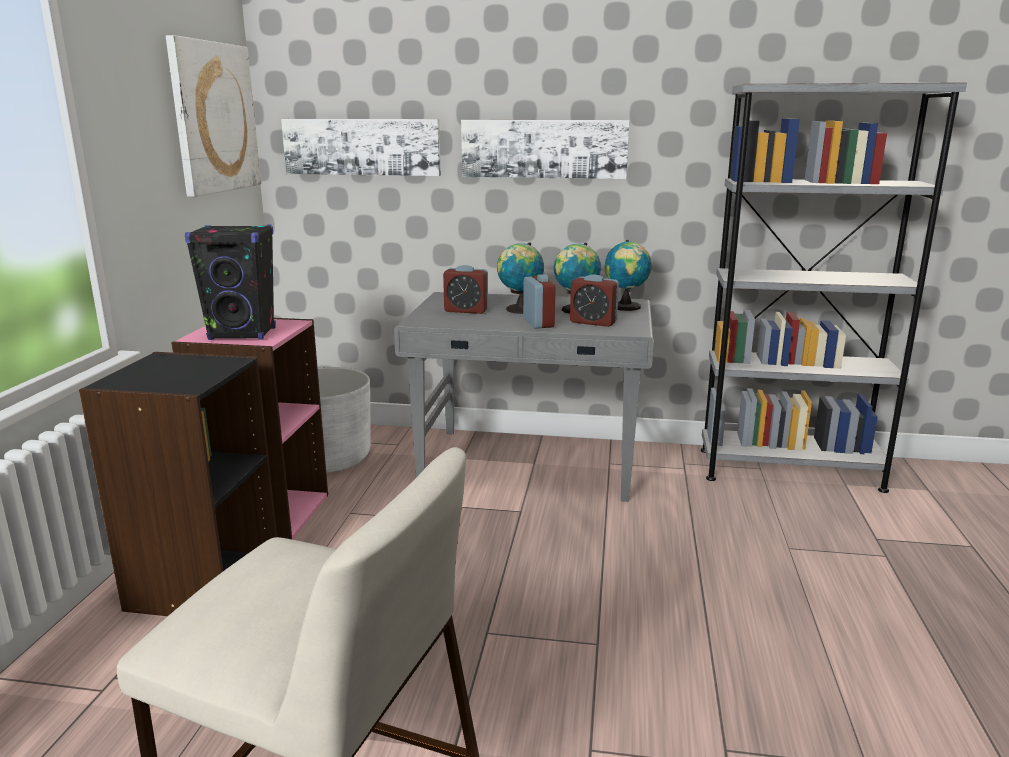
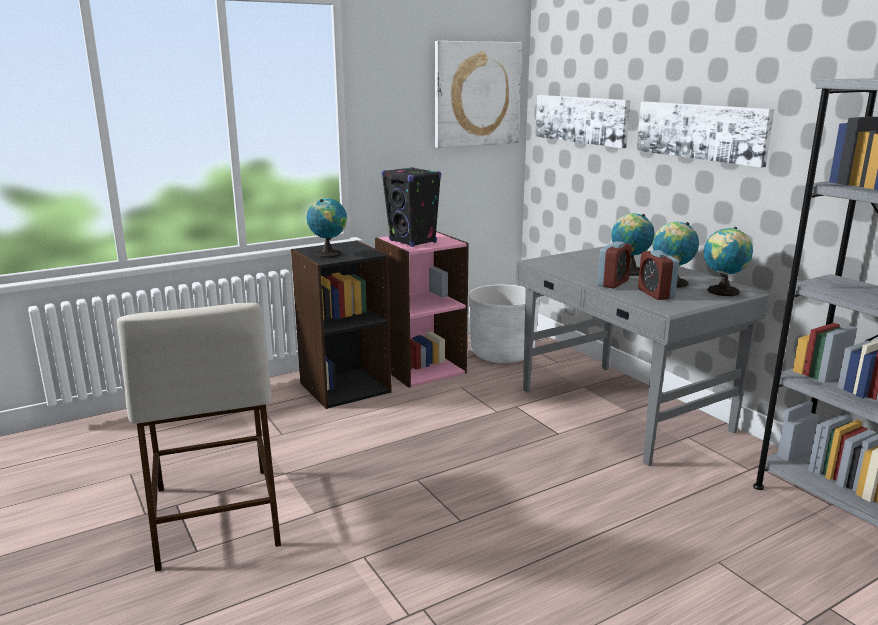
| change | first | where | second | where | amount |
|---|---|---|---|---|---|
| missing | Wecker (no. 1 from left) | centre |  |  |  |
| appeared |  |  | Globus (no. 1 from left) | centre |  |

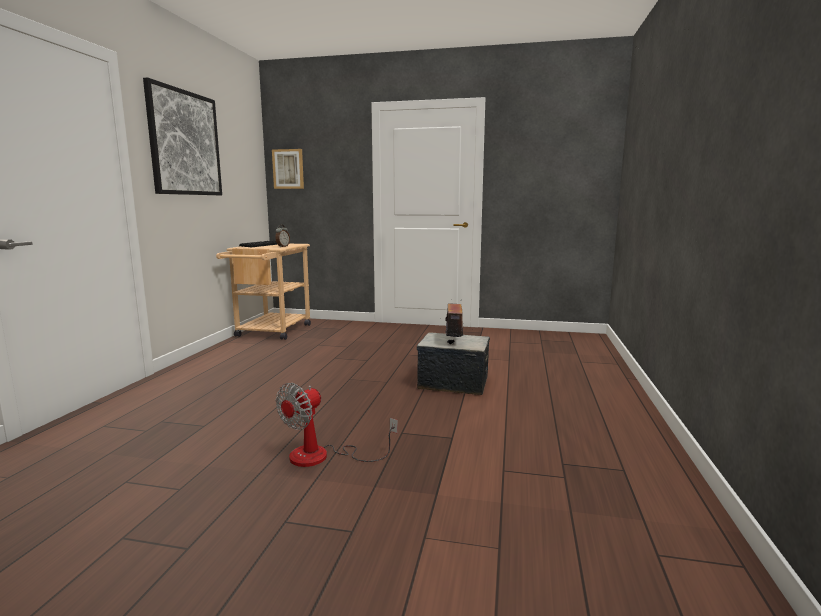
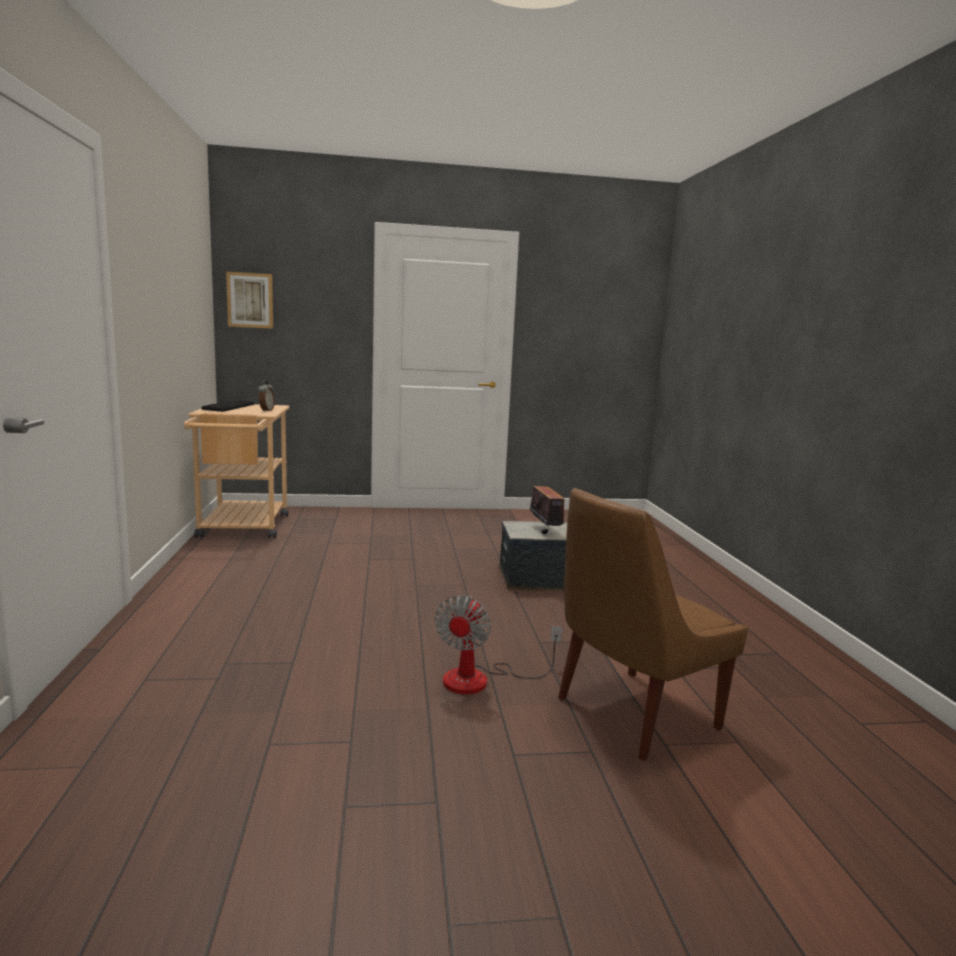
| change | first | where | second | where | amount |
|---|---|---|---|---|---|
| missing | Bild (no. 1 from left) | top left |  |  |  |
| appeared |  |  | Stuhl (braun) | middle right |  |

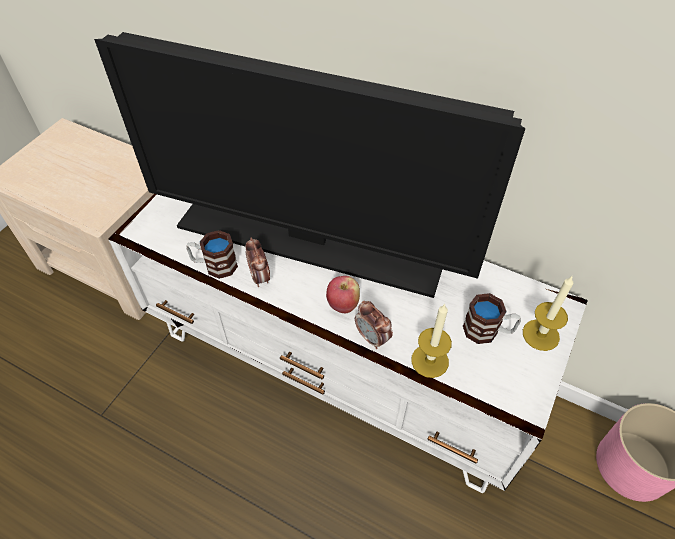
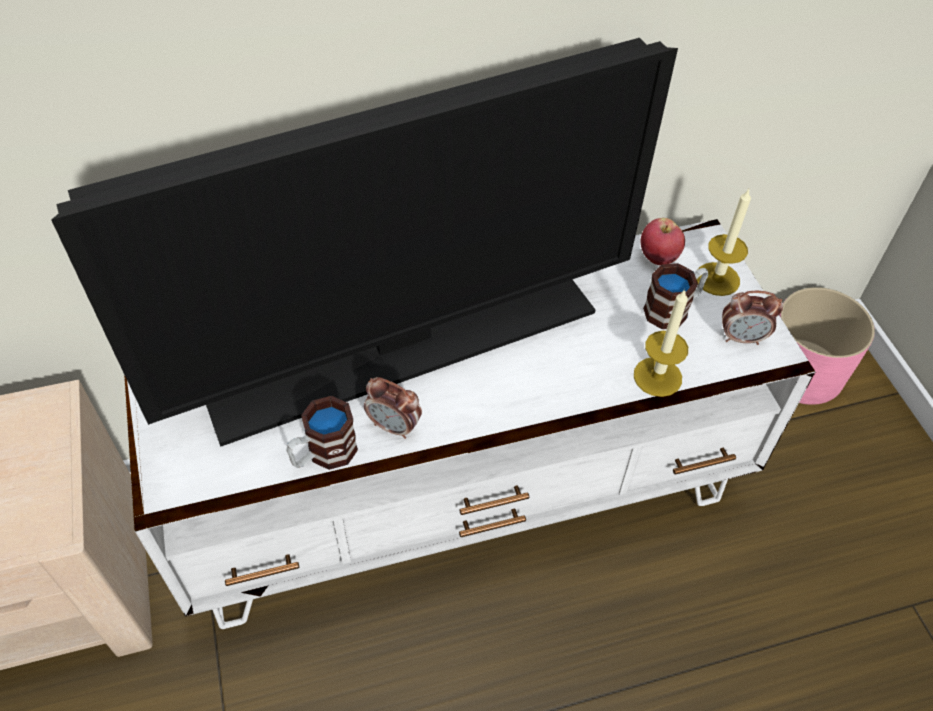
| change | first | where | second | where | amount |
|---|---|---|---|---|---|
| relocated | Apfel | centre |  | middle right |  |
| relocated | Wecker (no. 2 from left) | centre |  | middle right |  |

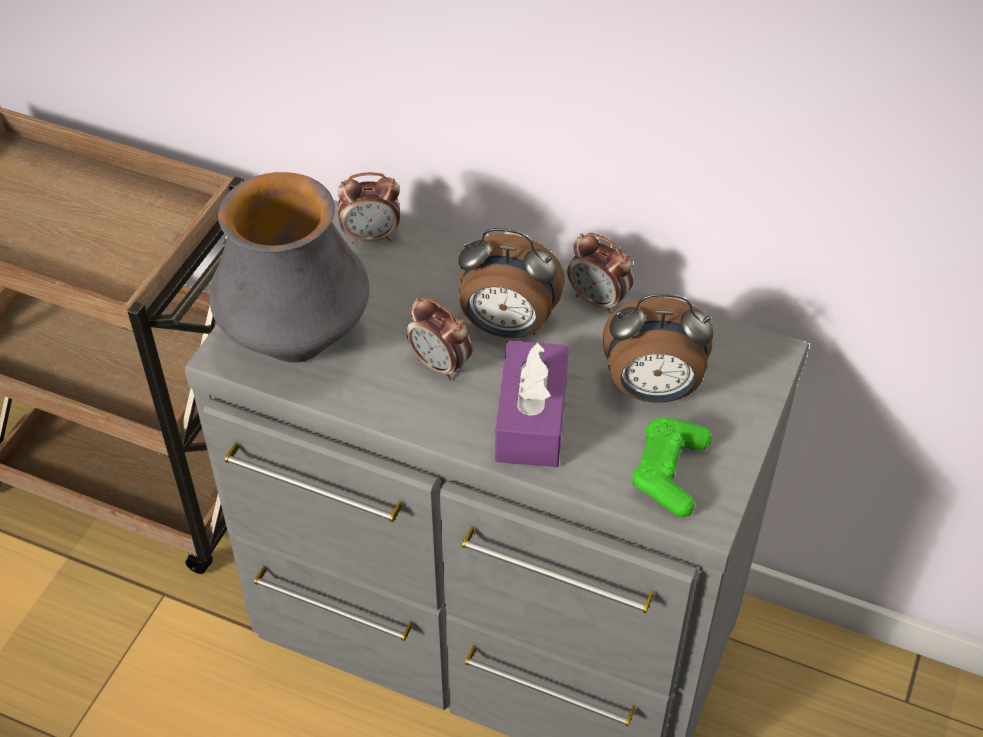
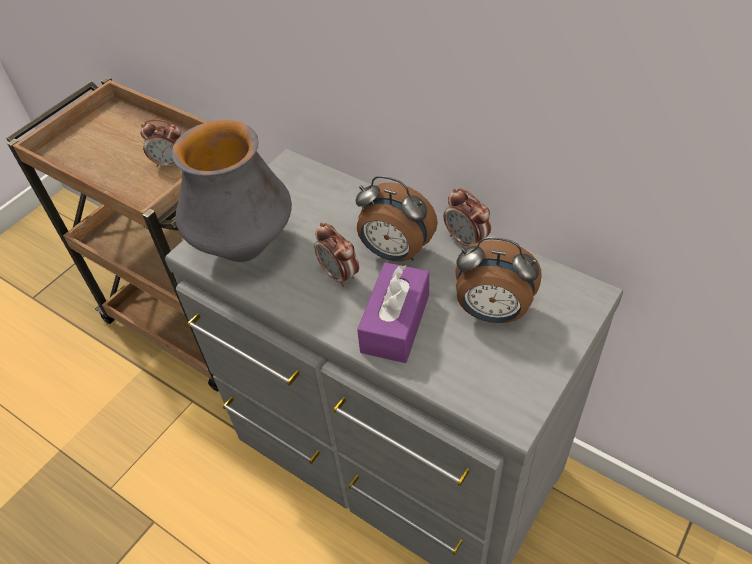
| change | first | where | second | where | amount |
|---|---|---|---|---|---|
| relocated | Wecker (no. 1 from left) | top centre |  | top left |  |
| missing | Gamepad (grün) | middle right |  |  |  |

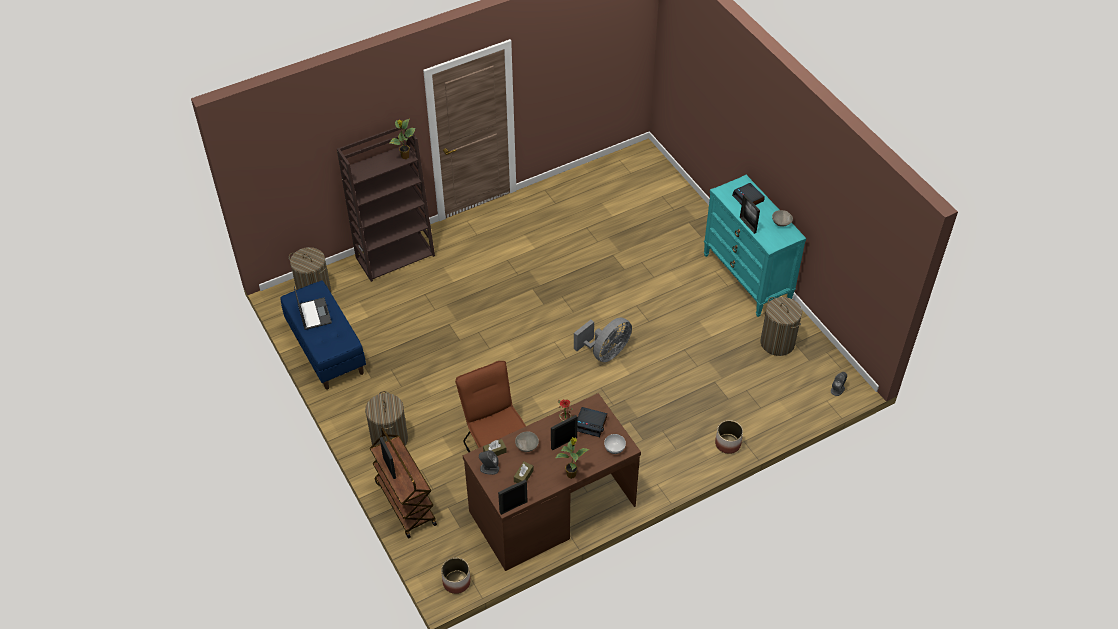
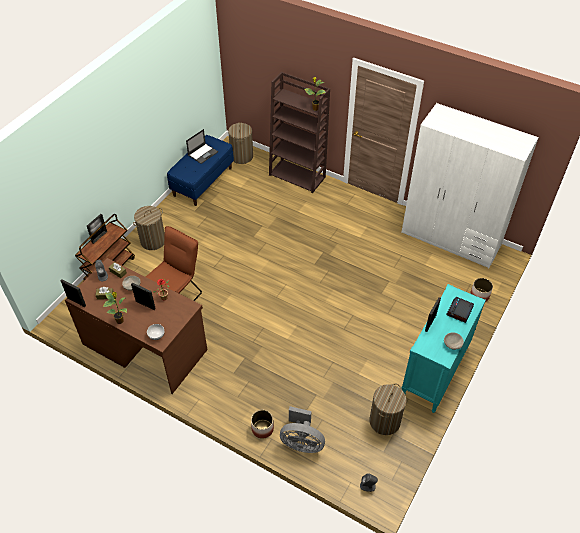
| change | first | where | second | where | amount |
|---|---|---|---|---|---|
| relocated | Ventilator (grau) | centre |  | bottom centre |  |
| missing | Wecker (no. 1 from left) | bottom centre |  |  |  |
| relocated | Pflanzkübel (no. 1 from left in the first image) | bottom centre | Pflanzkübel (no. 2 from left) | middle right |  |
| appeared |  |  | Kleiderschrank (weiß) | middle right |  |

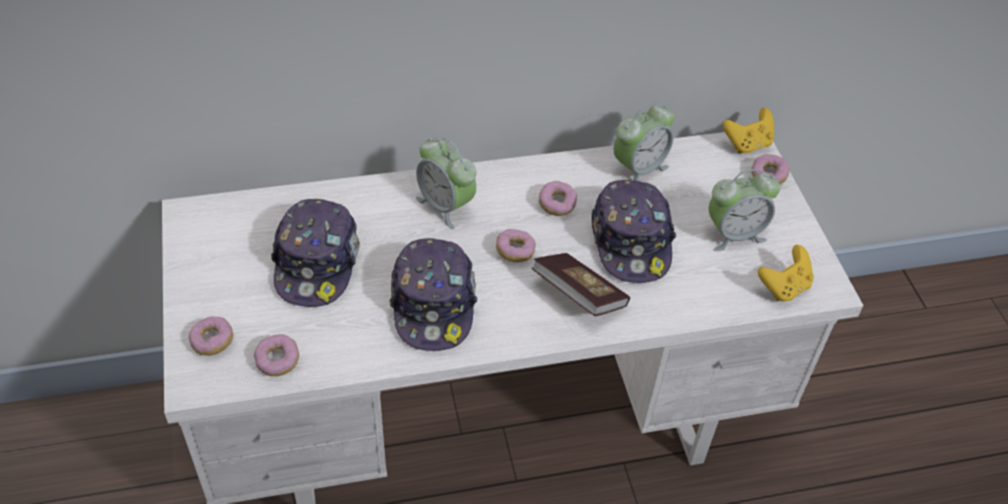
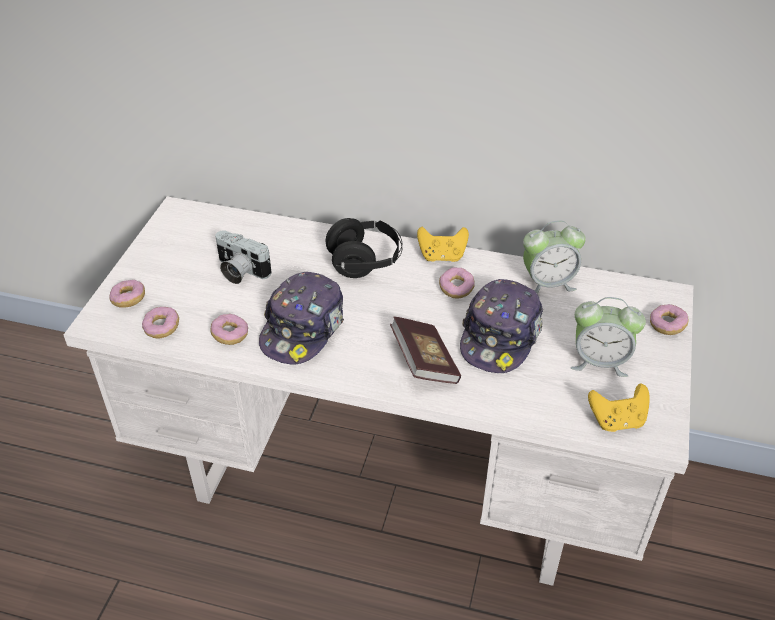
| change | first | where | second | where | amount |
|---|---|---|---|---|---|
| relocated | Gamepad (gelb) (no. 1 from left) | top right |  | centre |  |
| exchanged | Wecker (no. 1 from left) | centre | Kopfhörer (schwarz) | centre |  |
| exchanged | Kappe (no. 1 from left) | middle left | Kamera | middle left |  |
| relocated | Donut (no. 3 from left) | centre |  | middle left |  |

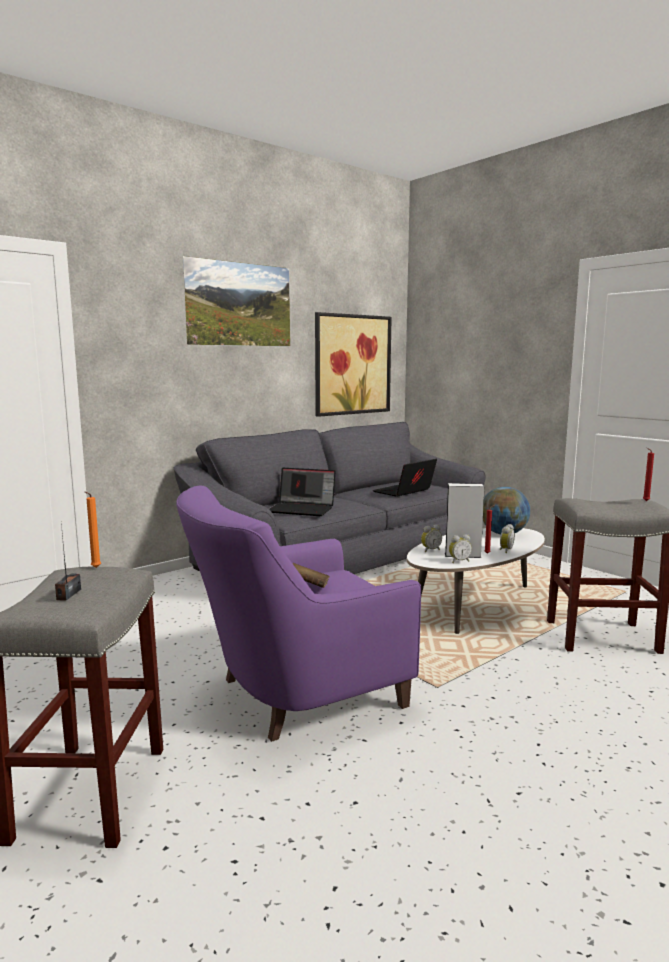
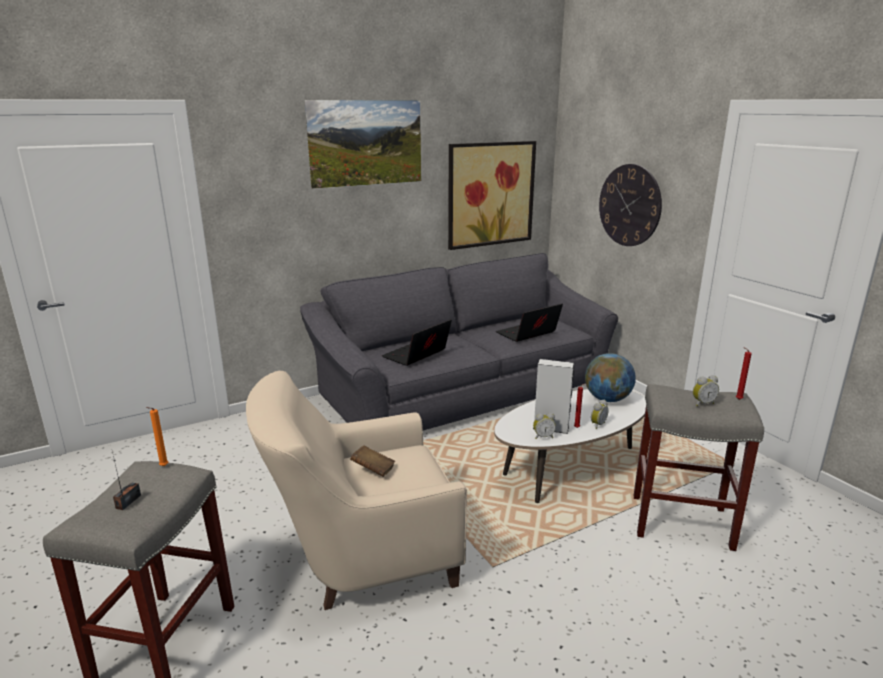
| change | first | where | second | where | amount |
|---|---|---|---|---|---|
| spun | Laptop (no. 1 from left) | centre |  | centre | 105 degrees clockwise |
| colour | Sessel (lila) | centre | Sessel (beige) | bottom centre |  |
| relocated | Wecker (no. 1 from left in the first image) | centre | Wecker (no. 3 from left) | middle right |  |
| appeared |  |  | Wanduhr | top right |  |

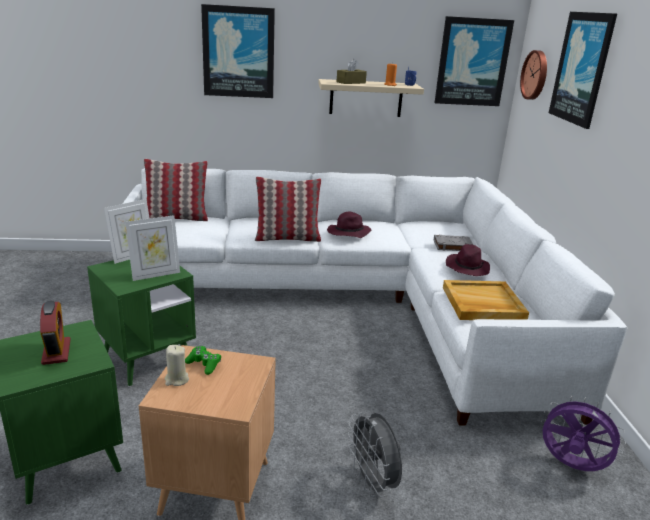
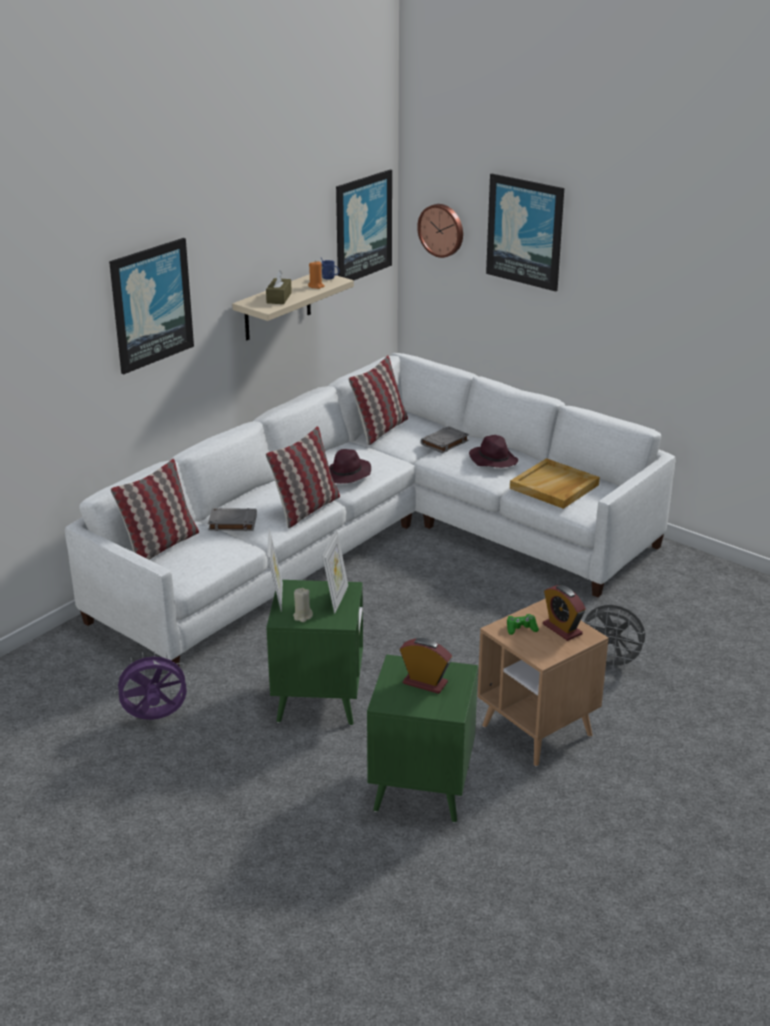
| change | first | where | second | where | amount |
|---|---|---|---|---|---|
| relocated | Kerze (beige) | bottom left |  | centre |  |
| relocated | Ventilator (lila) | bottom right |  | bottom left |  |
| appeared |  |  | Kissen (no. 3 from left) | centre |  |
| appeared |  |  | Buch (grau) (no. 1 from left) | middle left |  |
| appeared |  |  | Wecker (no. 2 from left) | middle right |  |

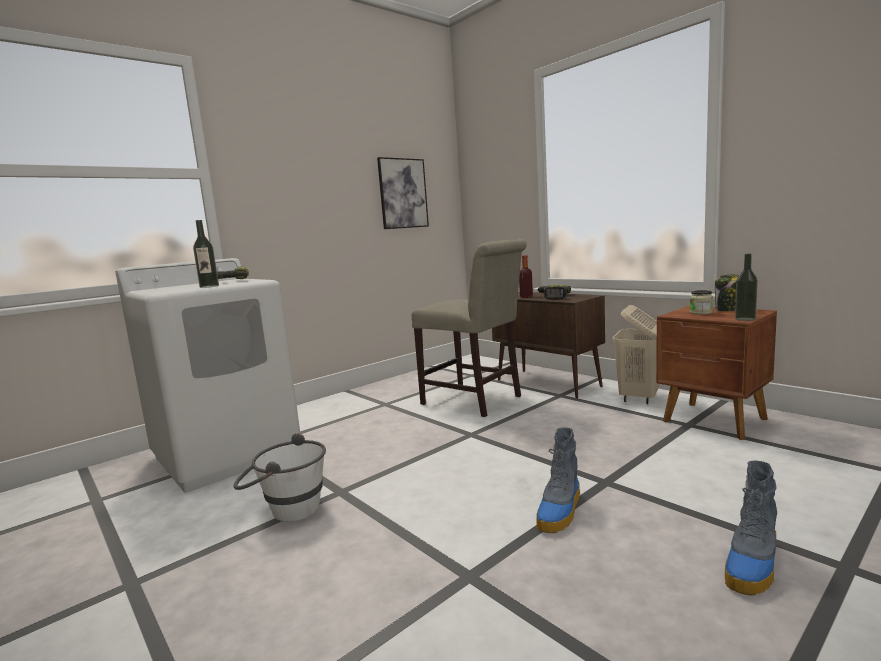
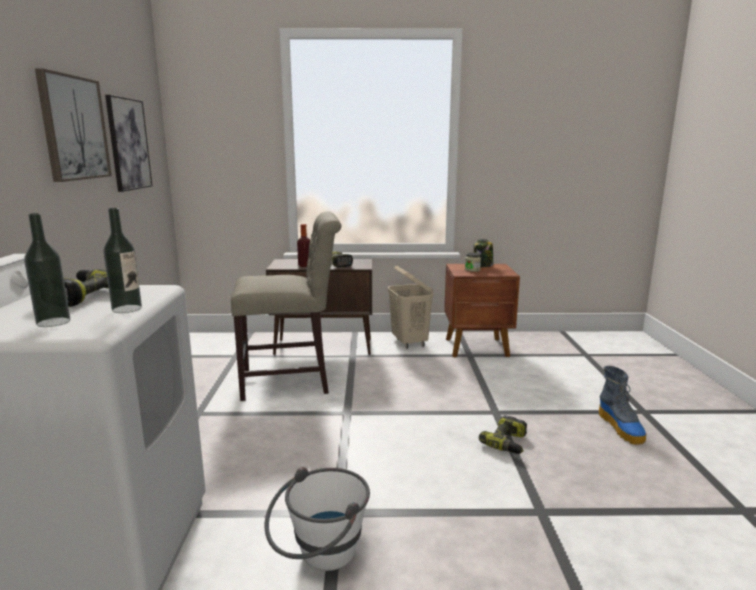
| change | first | where | second | where | amount |
|---|---|---|---|---|---|
| relocated | Flasche (no. 3 from left in the first image) | middle right | Flasche (no. 1 from left) | middle left |  |
| exchanged | Stiefel (no. 1 from left) | bottom centre | Bohrmaschine (no. 3 from left) | bottom centre |  |
| appeared |  |  | Bild (no. 1 from left) | top left |  |

